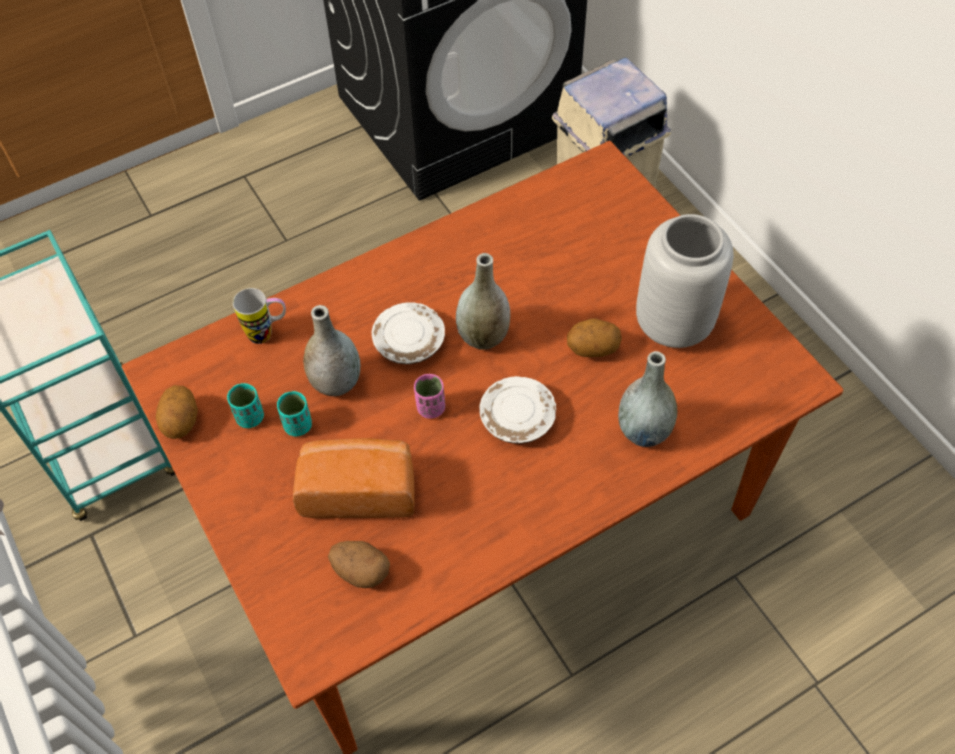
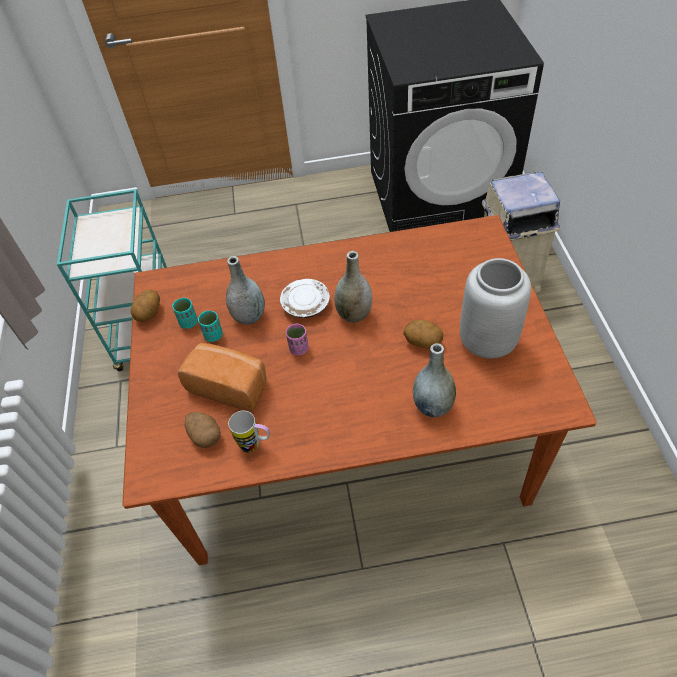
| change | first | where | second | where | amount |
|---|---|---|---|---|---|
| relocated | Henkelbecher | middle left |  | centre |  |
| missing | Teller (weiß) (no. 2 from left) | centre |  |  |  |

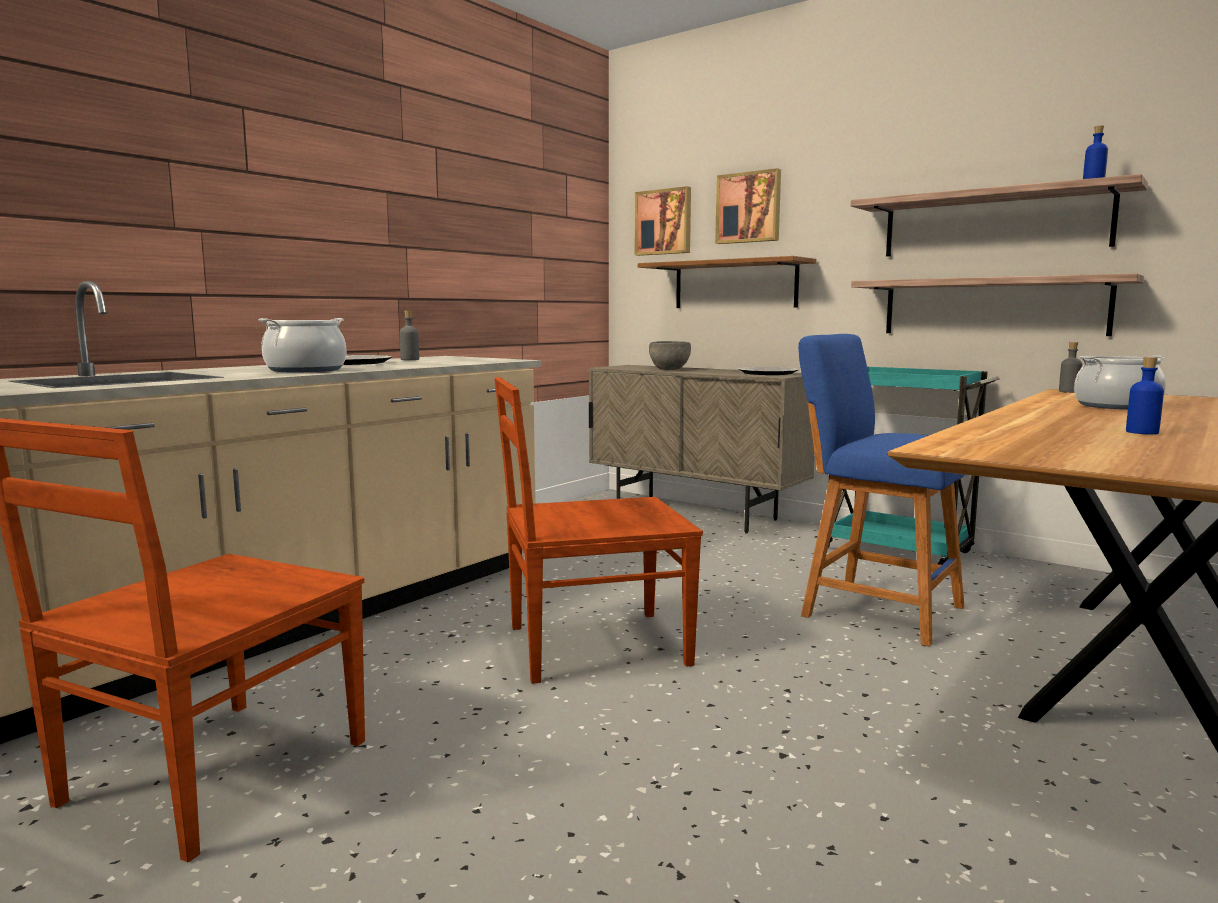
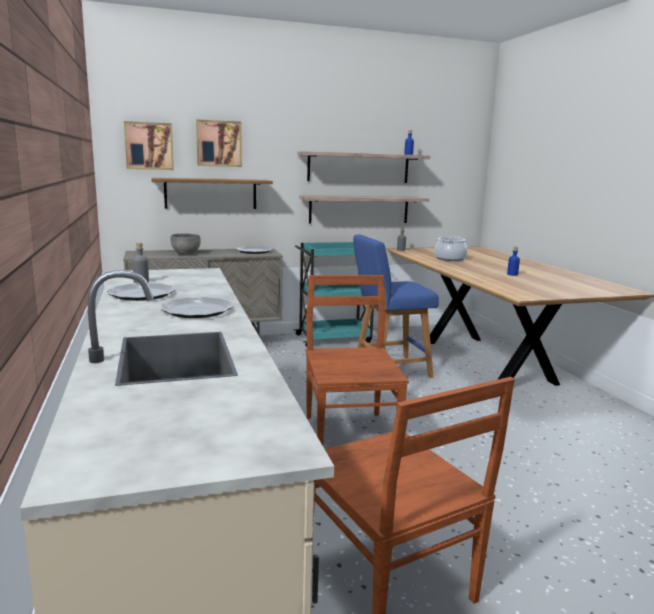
| change | first | where | second | where | amount |
|---|---|---|---|---|---|
| exchanged | Kochtopf (no. 1 from left) | middle left | Teller (no. 2 from left) | middle left |  |
| spun | Stuhl (braun) (no. 2 from left in the first image) | centre | Stuhl (braun) (no. 1 from left) | centre | 150 degrees clockwise |

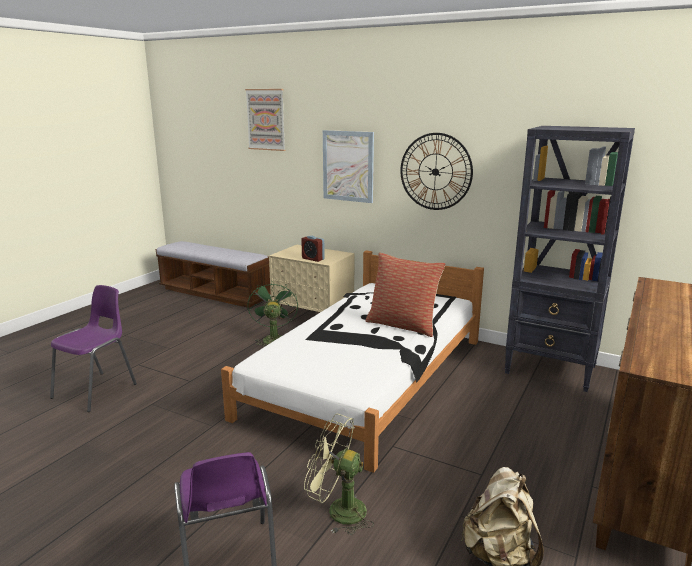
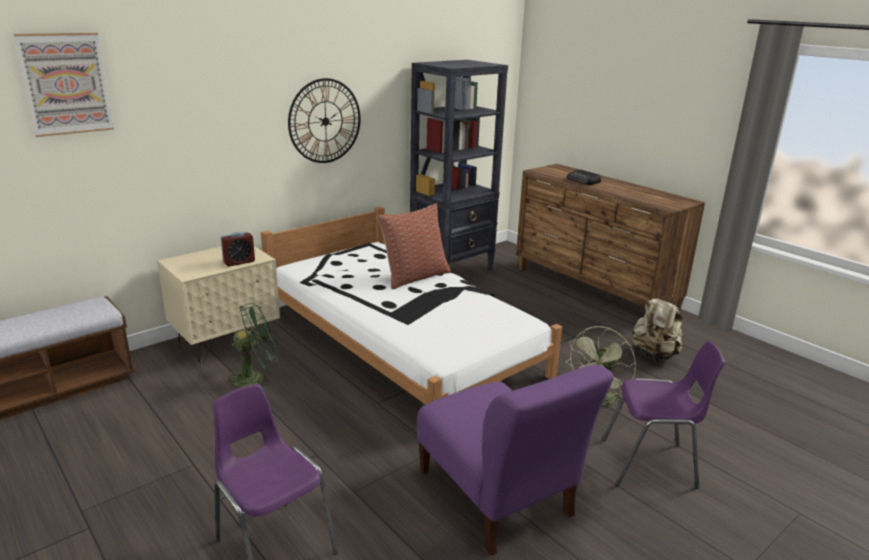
| change | first | where | second | where | amount |
|---|---|---|---|---|---|
| missing | Bild (no. 2 from left) | top centre |  |  |  |
| spun | Ventilator (grün) (no. 1 from left) | centre |  | middle left | 135 degrees clockwise |
| appeared |  |  | Radio | top right |  |
| appeared |  |  | Stuhl (lila) (no. 2 from left) | bottom centre |  |

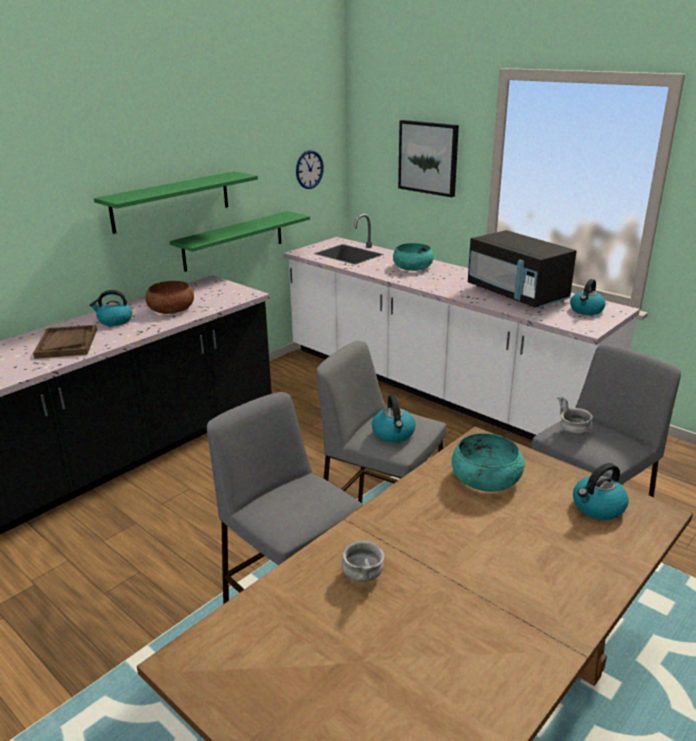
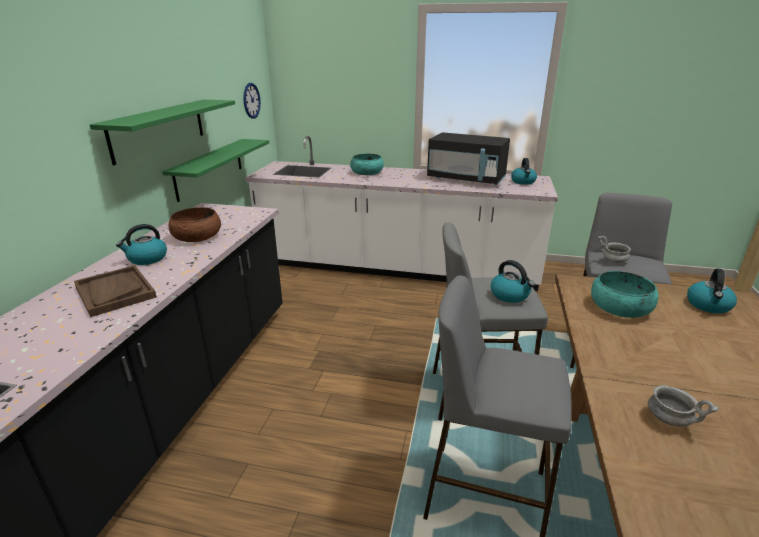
| change | first | where | second | where | amount |
|---|---|---|---|---|---|
| missing | Bild | top centre |  |  |  |

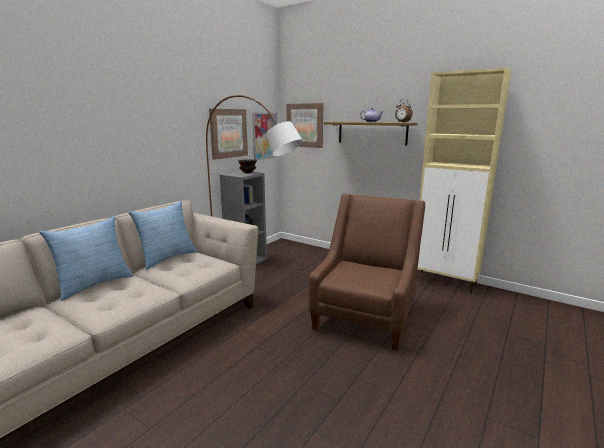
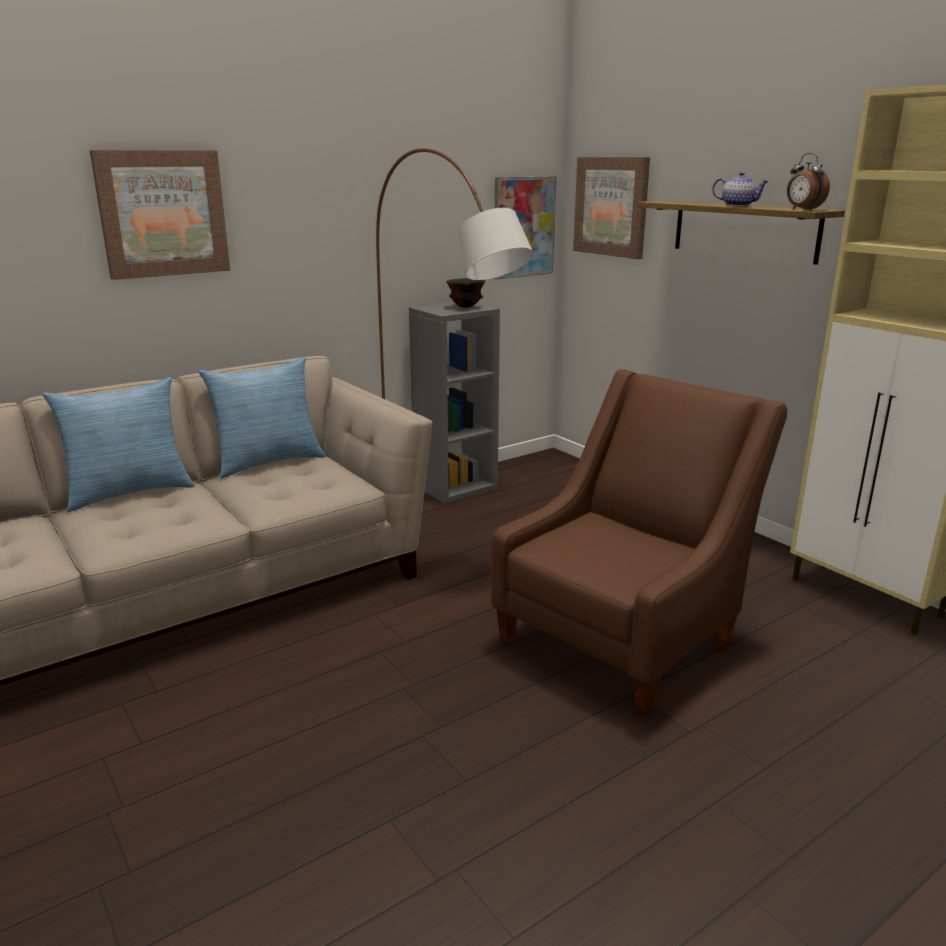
| change | first | where | second | where | amount |
|---|---|---|---|---|---|
| relocated | Bild (no. 1 from left) | top centre |  | top left |  |

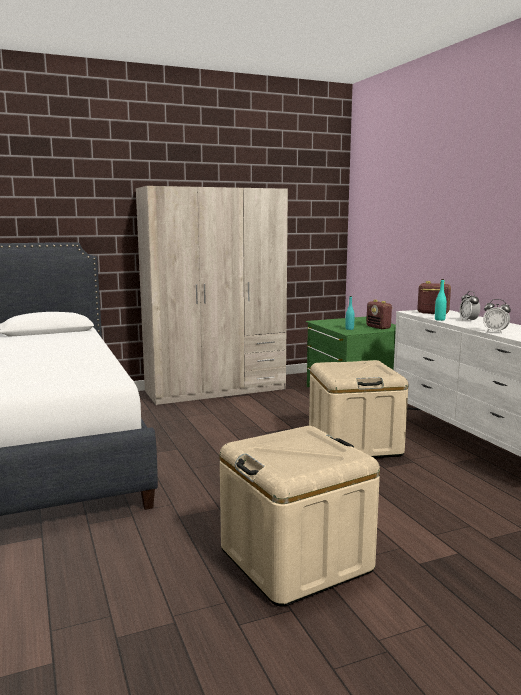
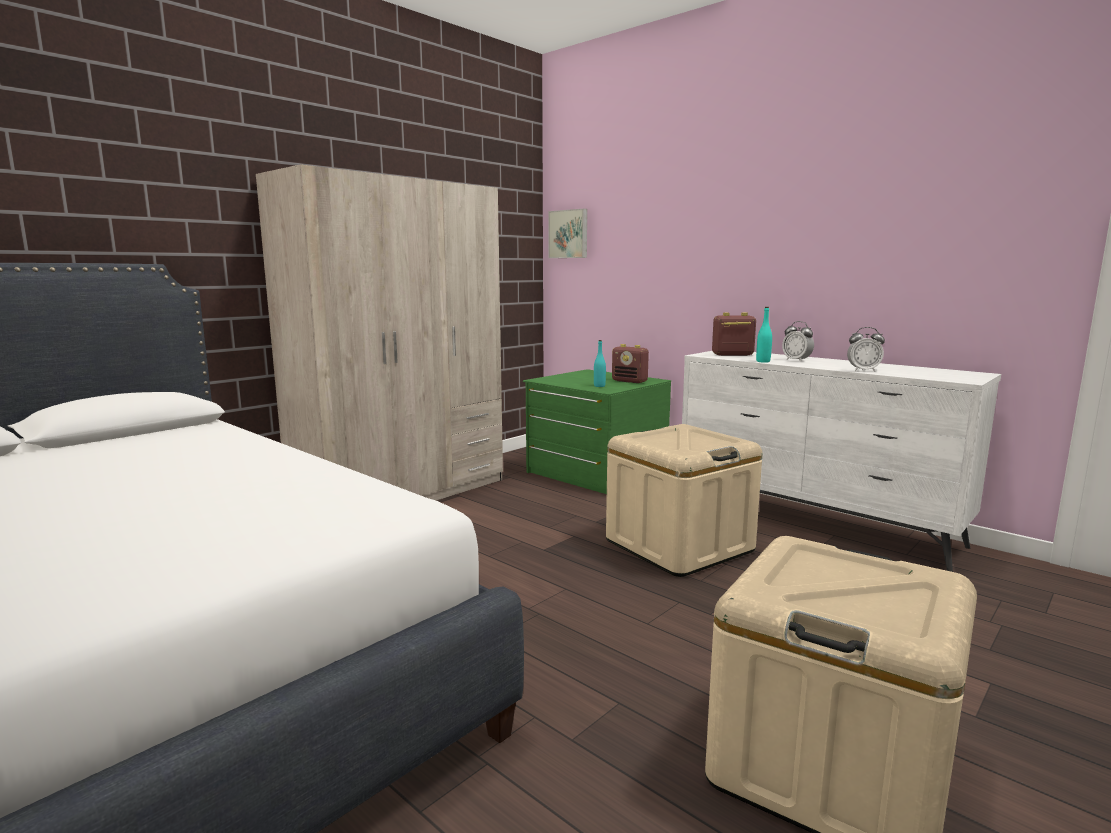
| change | first | where | second | where | amount |
|---|---|---|---|---|---|
| appeared |  |  | Bild | top centre |  |

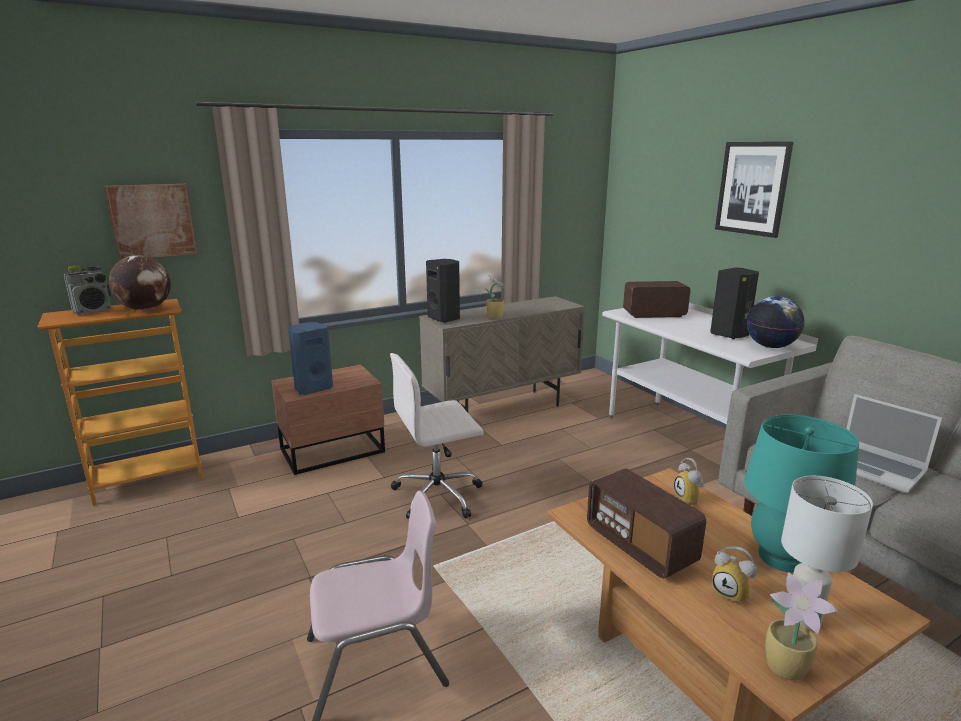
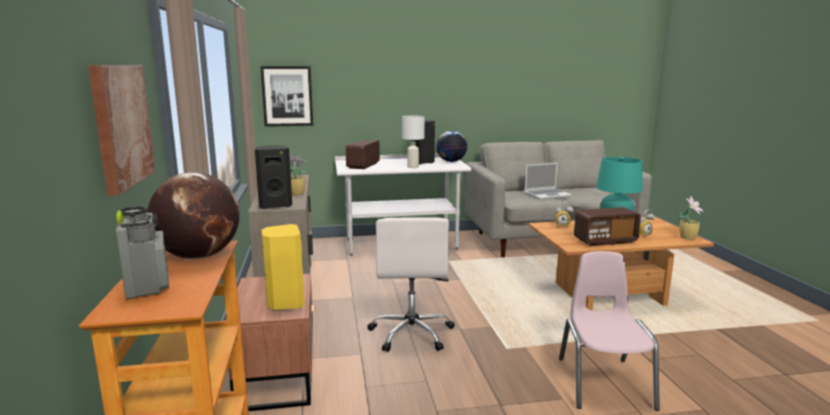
| change | first | where | second | where | amount |
|---|---|---|---|---|---|
| relocated | Bild (no. 2 from left) | top right |  | top centre |  |
| colour | Lautsprecher (blau) | middle left | Lautsprecher (gelb) | centre |  |
| relocated | Tischlampe (weiß) | bottom right |  | centre |  |

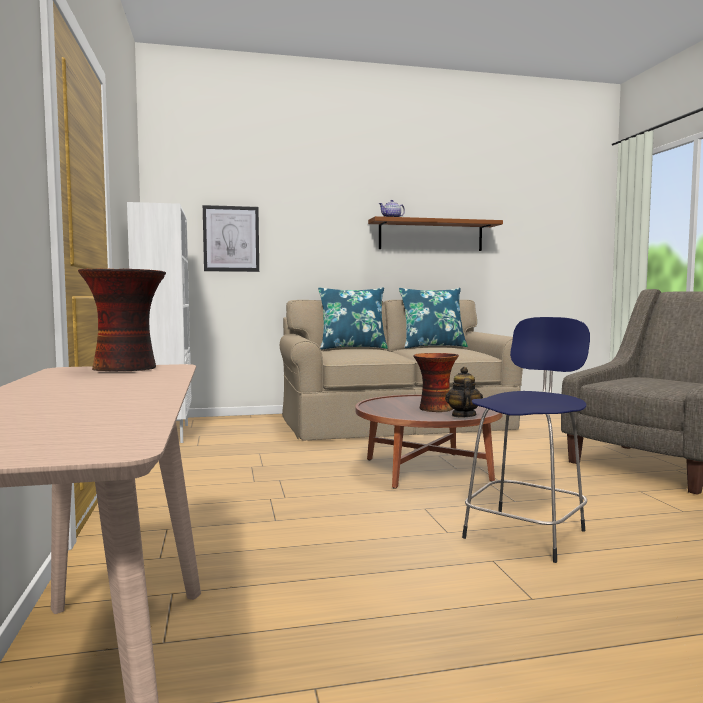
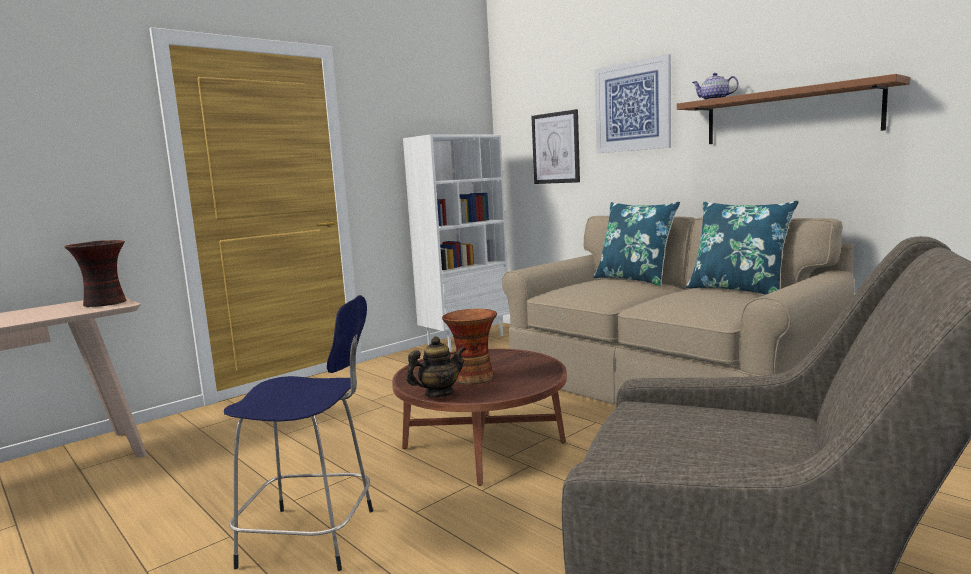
| change | first | where | second | where | amount |
|---|---|---|---|---|---|
| appeared |  |  | Bild (no. 2 from left) | top centre |  |

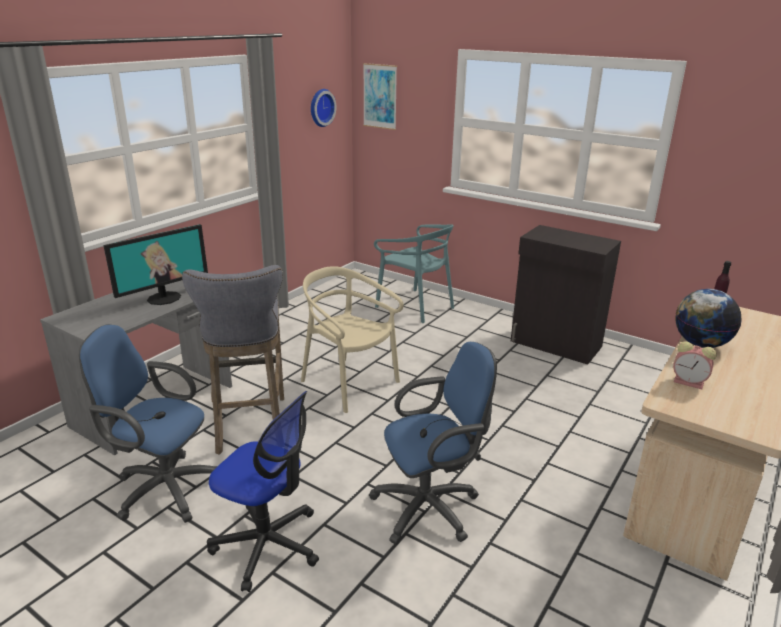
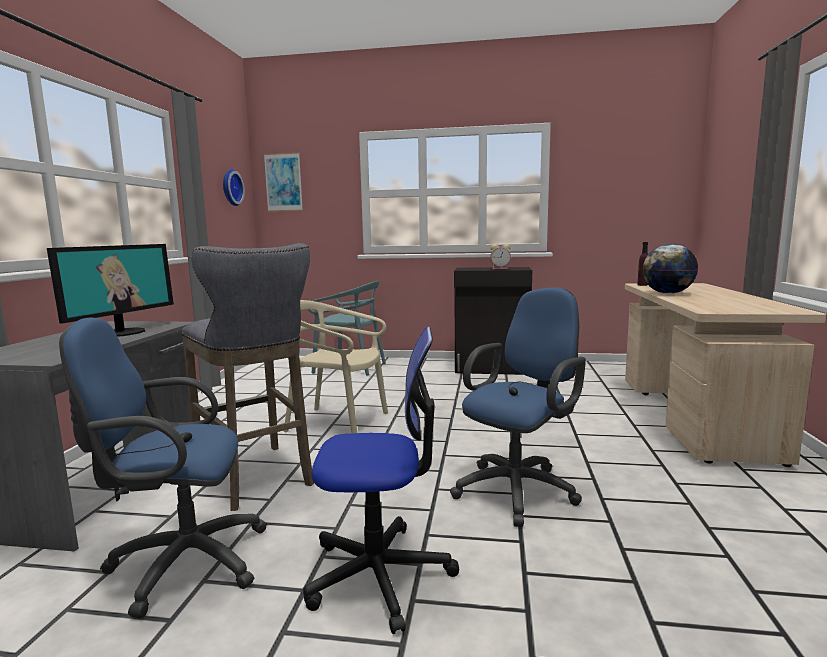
| change | first | where | second | where | amount |
|---|---|---|---|---|---|
| relocated | Wecker | middle right |  | centre |  |

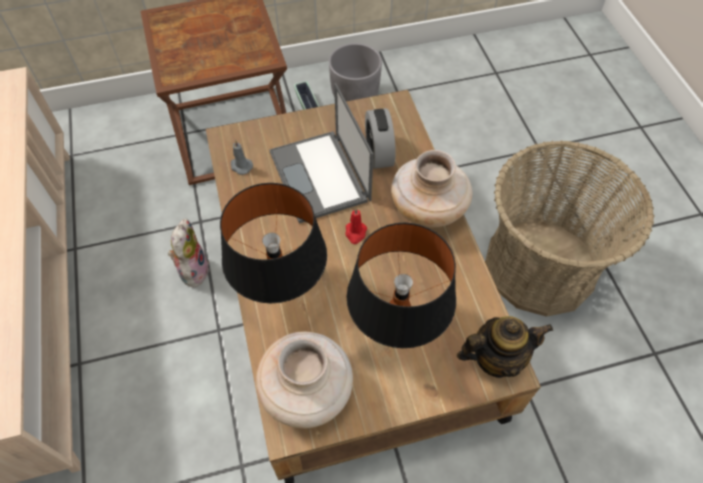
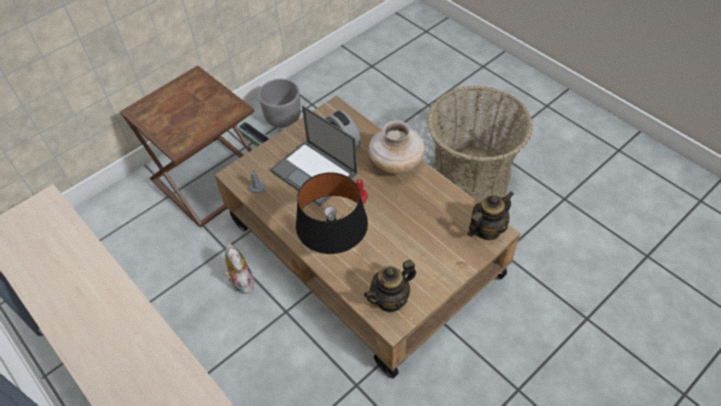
| change | first | where | second | where | amount |
|---|---|---|---|---|---|
| missing | Tischlampe (schwarz) (no. 2 from left) | centre |  |  |  |
| exchanged | Vase (beige) (no. 1 from left) | bottom centre | Teekanne (no. 1 from left) | bottom centre |  |

